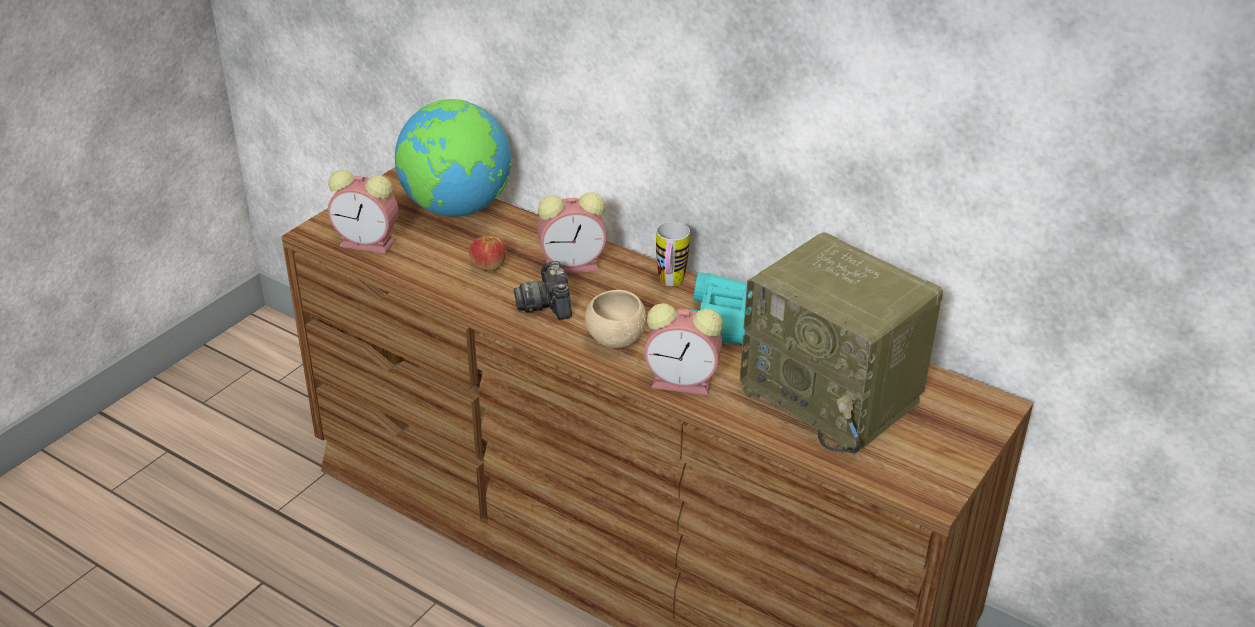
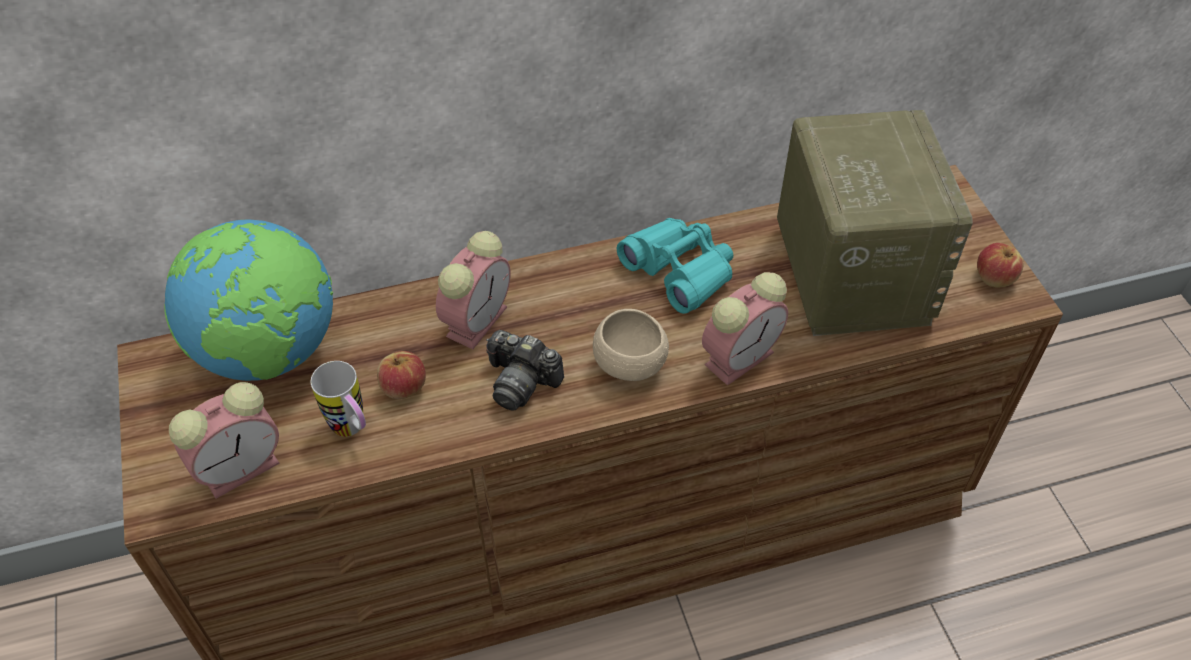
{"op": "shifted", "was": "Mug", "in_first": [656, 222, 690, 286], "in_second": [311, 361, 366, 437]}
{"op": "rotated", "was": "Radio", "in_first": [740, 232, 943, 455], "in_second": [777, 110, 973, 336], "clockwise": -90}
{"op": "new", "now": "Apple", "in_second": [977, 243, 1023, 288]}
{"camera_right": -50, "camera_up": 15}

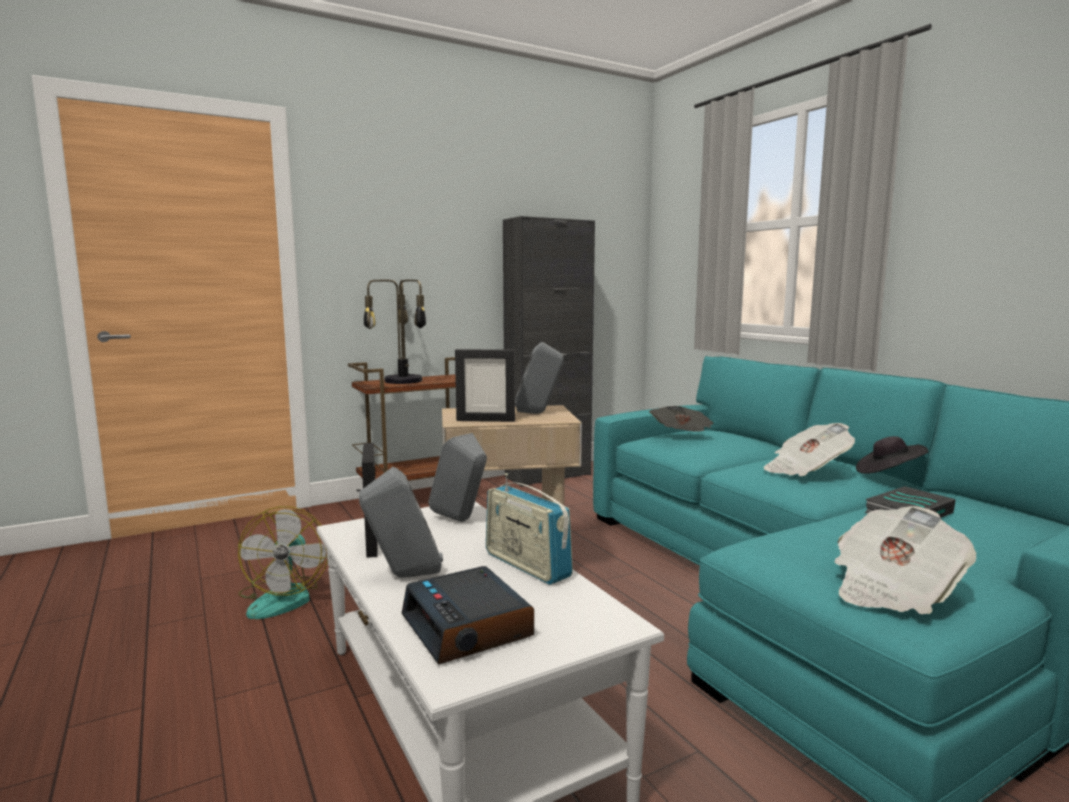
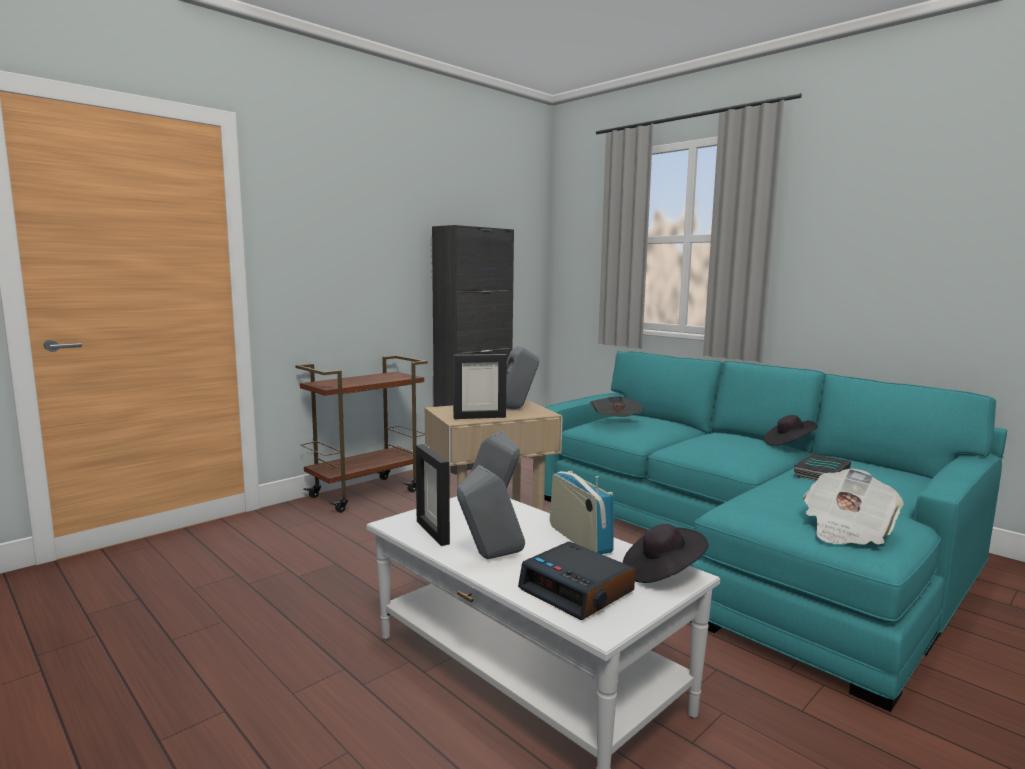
{"op": "gone", "was": "TableLamp", "in_first": [364, 280, 426, 384]}
{"op": "gone", "was": "Newspaper", "in_first": [764, 423, 855, 476]}
{"op": "rotated", "was": "Radio", "in_first": [486, 473, 573, 585], "in_second": [550, 471, 614, 554], "clockwise": -150}
{"op": "gone", "was": "Fan", "in_first": [238, 506, 328, 619]}
{"op": "new", "now": "BlackHat", "in_second": [623, 524, 708, 583]}
{"camera_right": -15, "camera_up": 0}

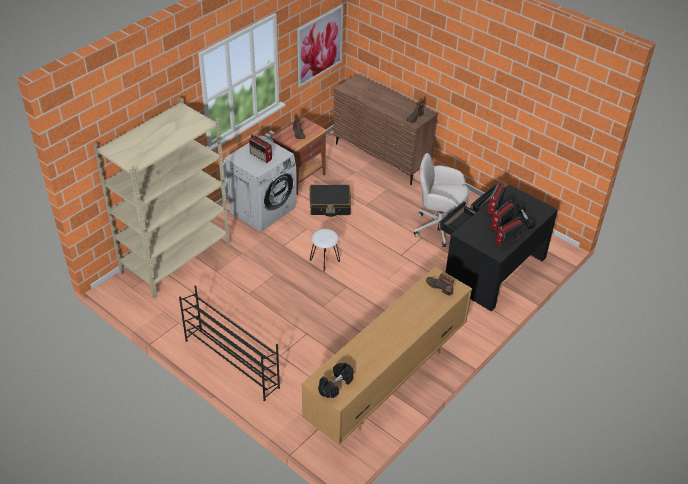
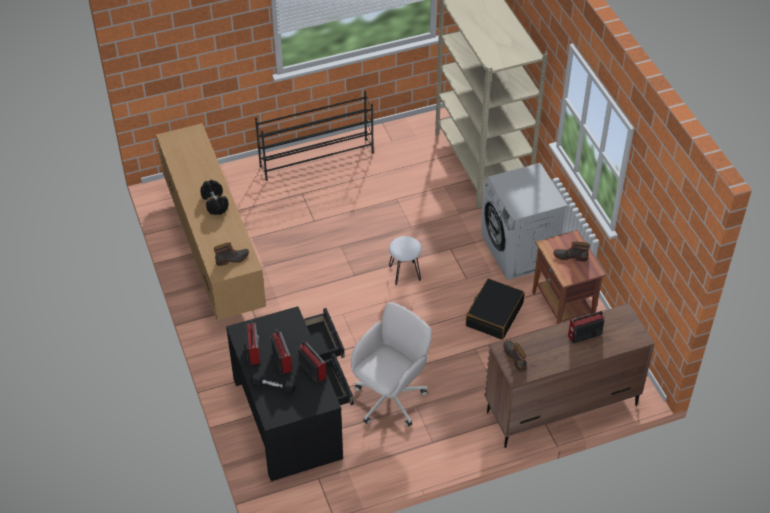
{"op": "gone", "was": "Picture", "in_first": [297, 5, 343, 87]}
{"op": "shifted", "was": "Radio", "in_first": [249, 135, 272, 163], "in_second": [568, 311, 605, 344]}
{"op": "shifted", "was": "BlackDumbbell", "in_first": [318, 363, 354, 398], "in_second": [200, 180, 229, 215]}
{"camera_right": 120, "camera_up": 5}

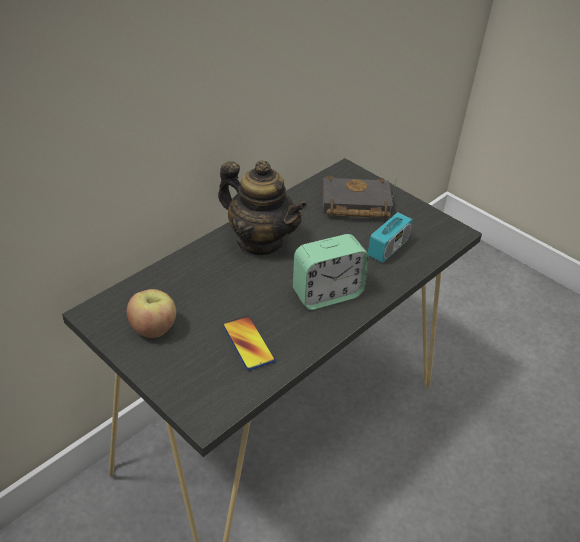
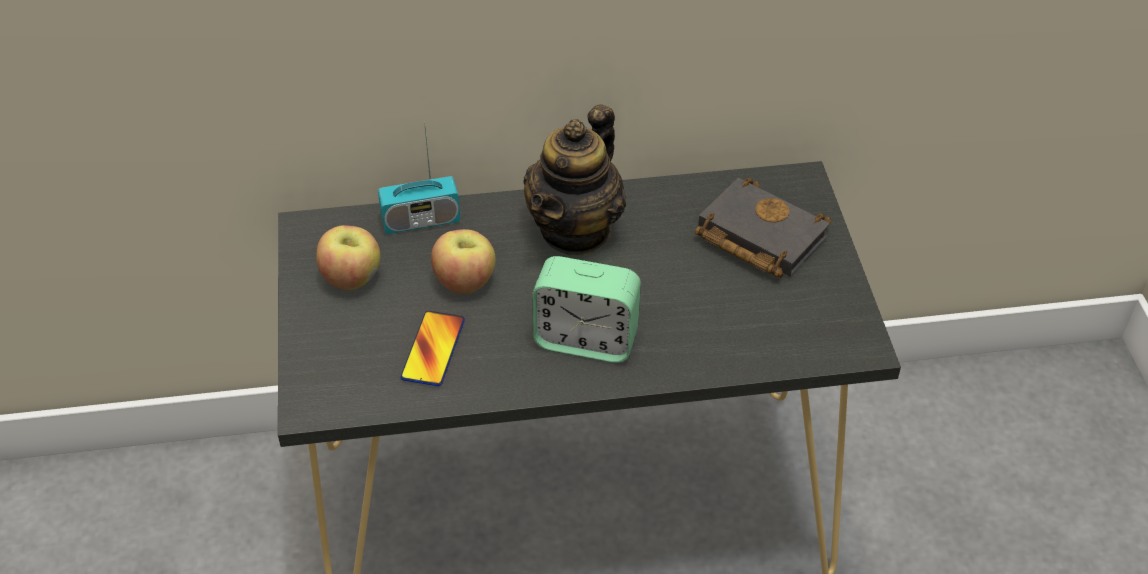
{"op": "rotated", "was": "Teapot", "in_first": [218, 160, 308, 255], "in_second": [523, 104, 626, 255], "clockwise": 45}
{"op": "shifted", "was": "Radio", "in_first": [368, 177, 413, 263], "in_second": [378, 122, 460, 234]}
{"op": "new", "now": "Apple", "in_second": [431, 229, 496, 294]}
{"camera_right": 40, "camera_up": 5}

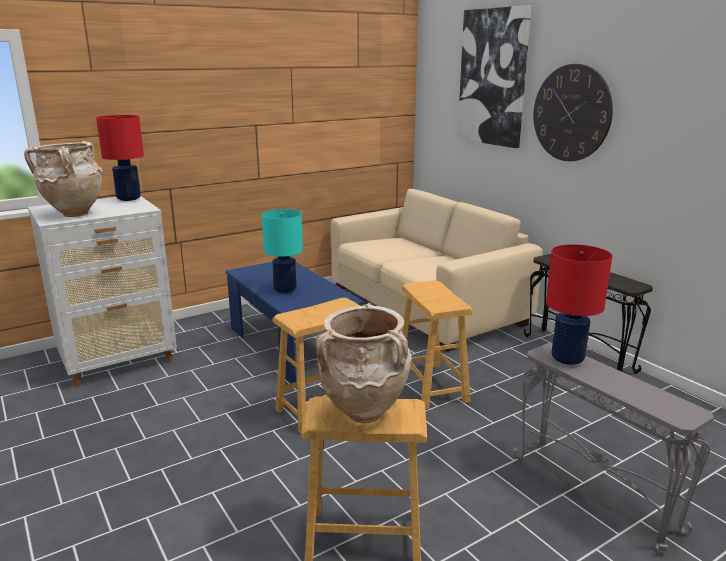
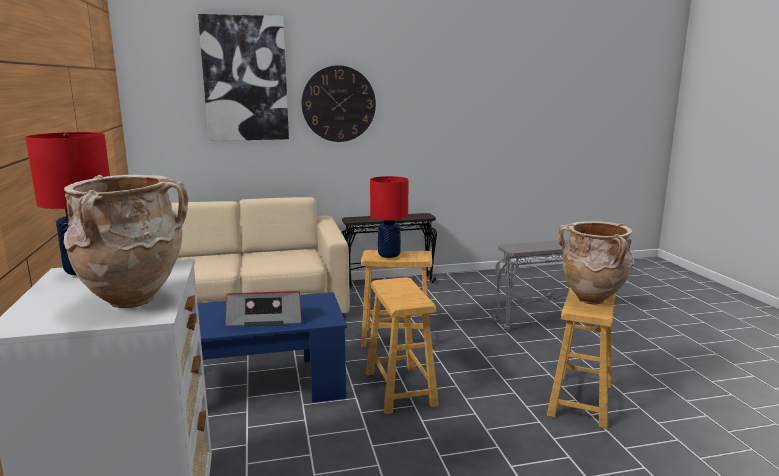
{"op": "swapped", "was": "TurquoiseTableLamp", "now": "Radio", "in_first": [262, 209, 303, 293], "in_second": [225, 291, 302, 327]}
{"op": "shifted", "was": "RedTableLamp", "in_first": [546, 244, 612, 365], "in_second": [370, 176, 408, 258]}
{"camera_right": -70, "camera_up": -5}

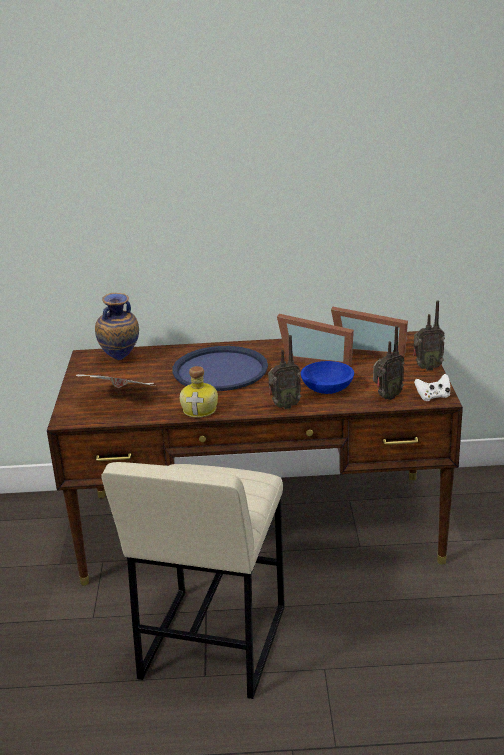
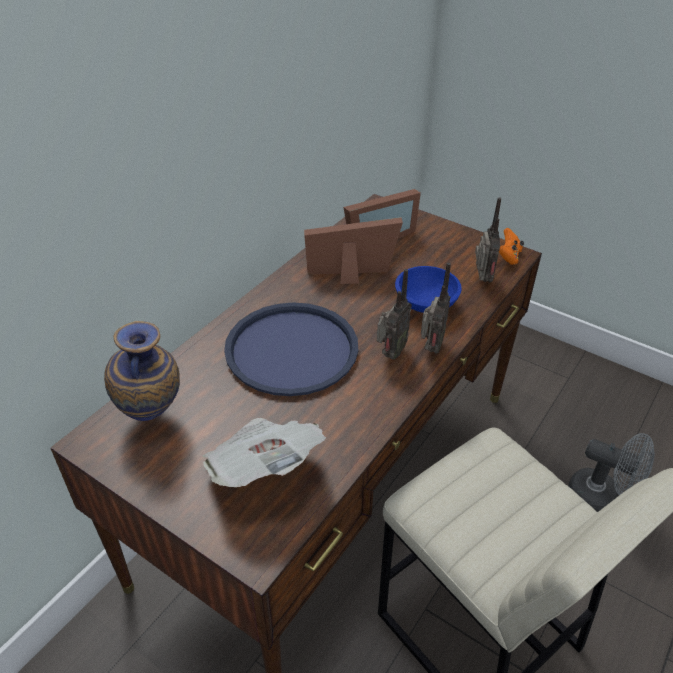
{"op": "shifted", "was": "Radio", "in_first": [413, 301, 445, 371], "in_second": [377, 269, 412, 360]}
{"op": "rotated", "was": "PictureFrame", "in_first": [277, 314, 354, 366], "in_second": [304, 217, 403, 284], "clockwise": -150}
{"op": "gone", "was": "Bottle", "in_first": [179, 366, 218, 418]}
{"op": "repainted", "was": "WhiteGameController", "now": "OrangeGameController", "in_first": [414, 373, 450, 401], "in_second": [499, 228, 524, 265]}
{"op": "new", "now": "GreyFan", "in_second": [568, 433, 655, 512]}
{"camera_right": -55, "camera_up": 15}

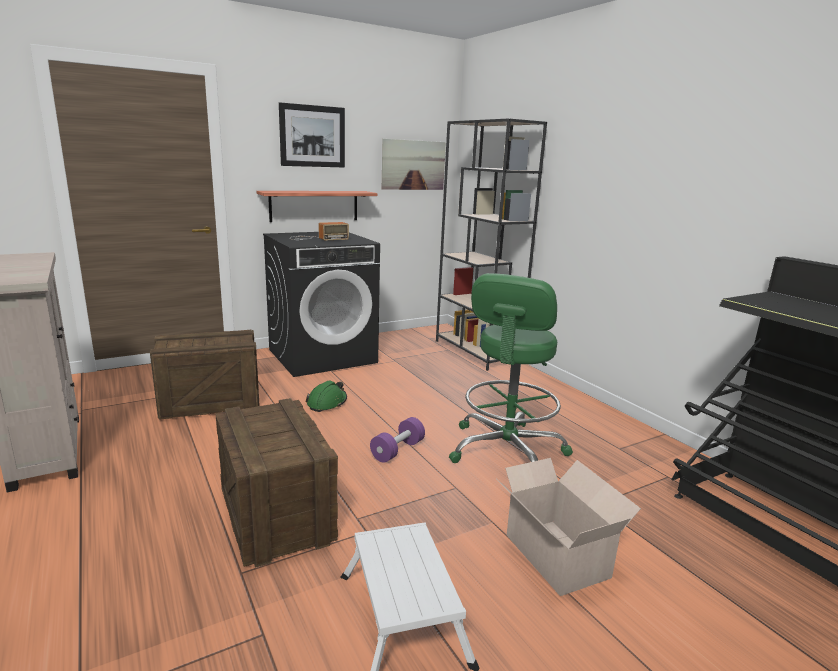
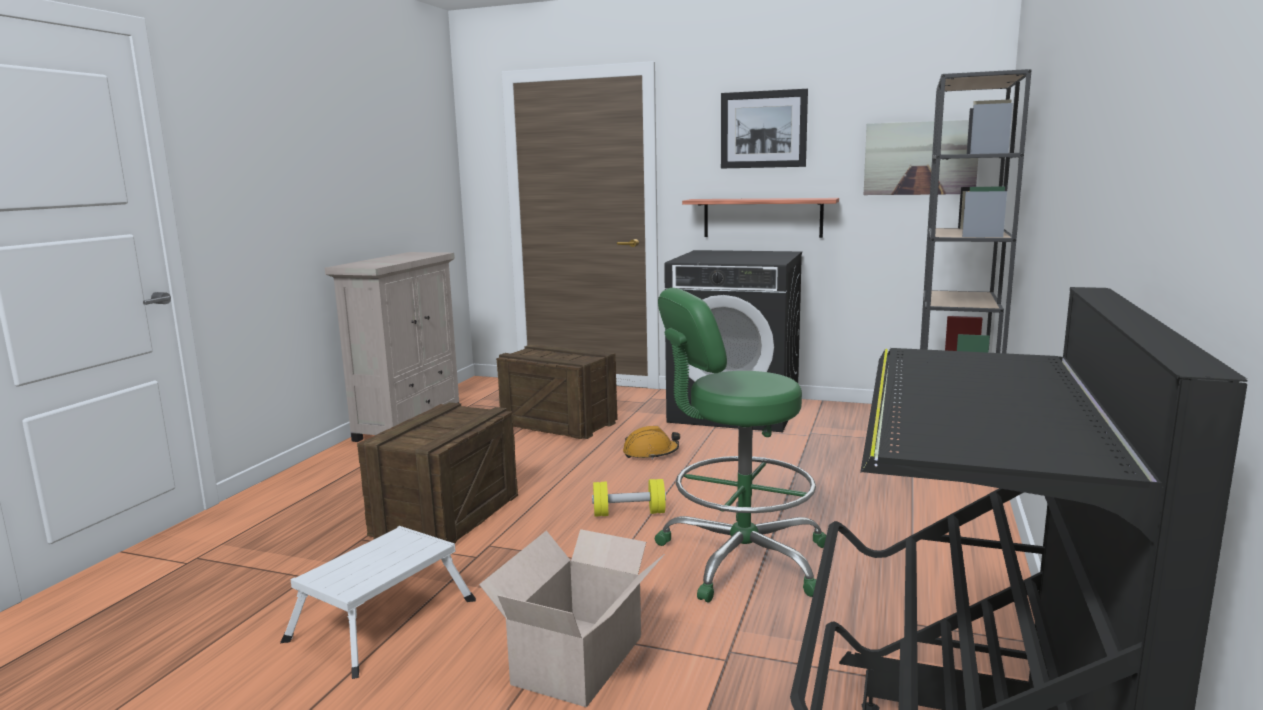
{"op": "gone", "was": "Radio", "in_first": [290, 222, 349, 241]}
{"op": "repainted", "was": "GreenHardHat", "now": "OrangeHardHat", "in_first": [306, 380, 347, 412], "in_second": [623, 426, 680, 460]}
{"op": "repainted", "was": "PurpleDumbbell", "now": "YellowDumbbell", "in_first": [370, 417, 425, 463], "in_second": [592, 479, 666, 516]}
{"camera_right": 50, "camera_up": -5}

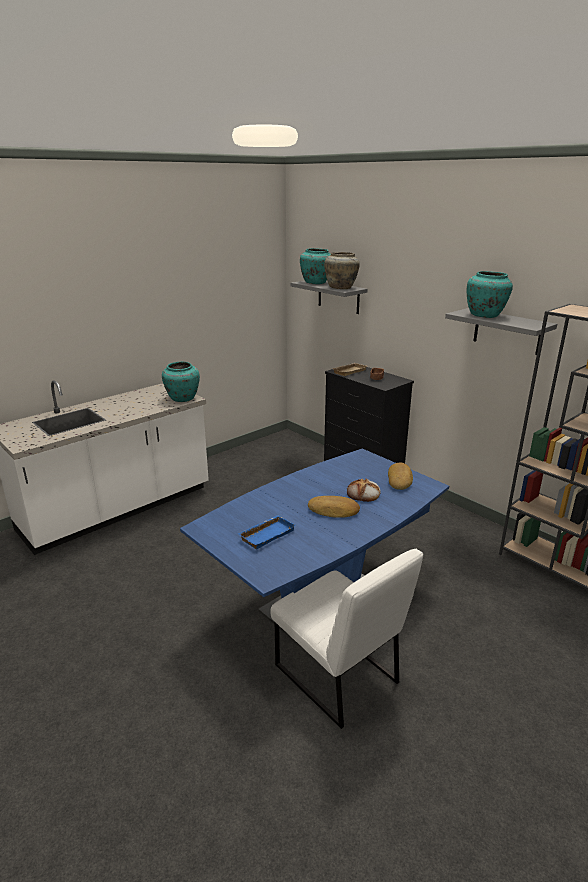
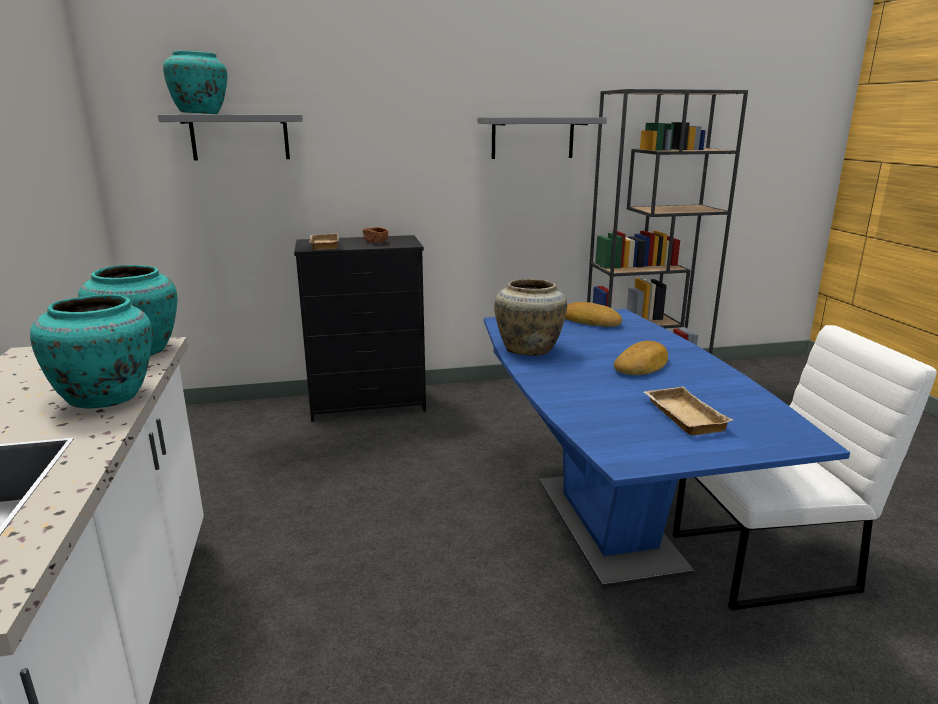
{"op": "shifted", "was": "BeigeVase", "in_first": [324, 252, 360, 289], "in_second": [494, 279, 567, 356]}
{"op": "shifted", "was": "TurquoiseVase", "in_first": [467, 271, 513, 318], "in_second": [30, 295, 152, 409]}
{"op": "gone", "was": "Bread", "in_first": [347, 478, 381, 502]}
{"op": "repainted", "was": "BlueTray", "now": "BeigeTray", "in_first": [238, 515, 295, 549], "in_second": [644, 387, 733, 435]}
{"camera_right": -60, "camera_up": -5}

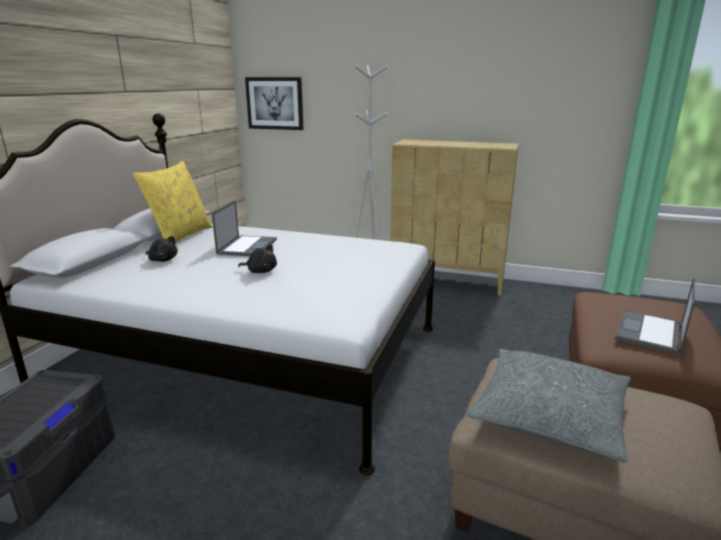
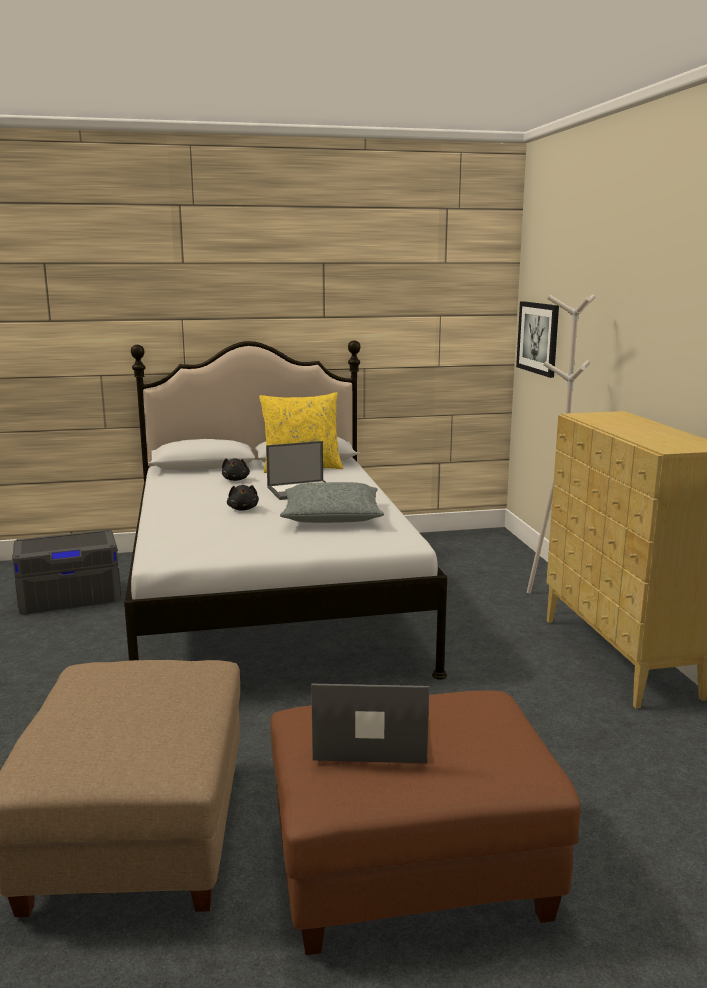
{"op": "shifted", "was": "GreyPillow", "in_first": [467, 349, 631, 463], "in_second": [280, 482, 384, 523]}
{"camera_right": 60, "camera_up": -5}

